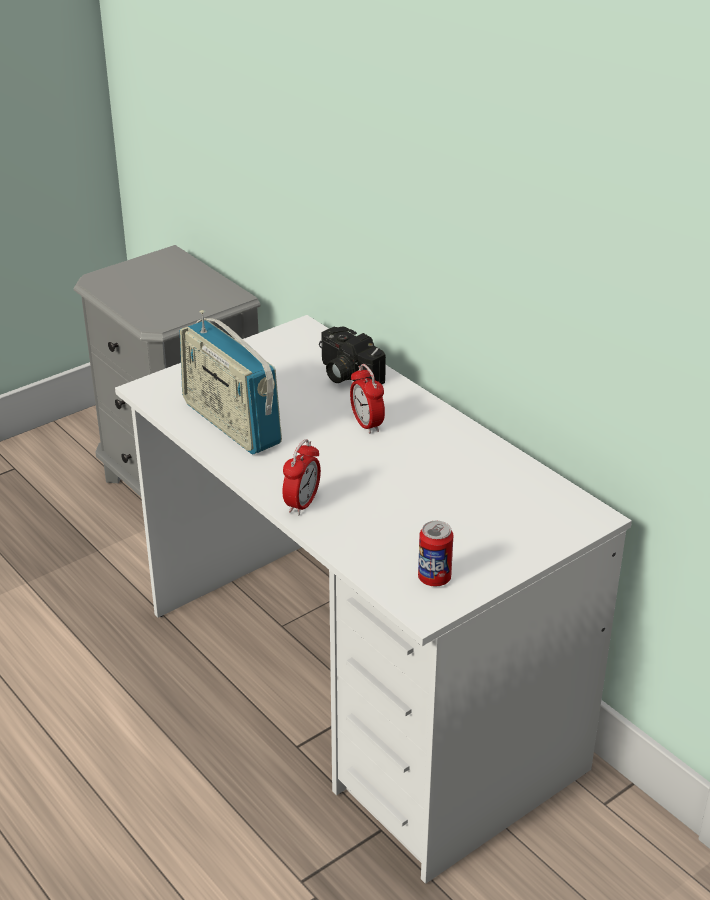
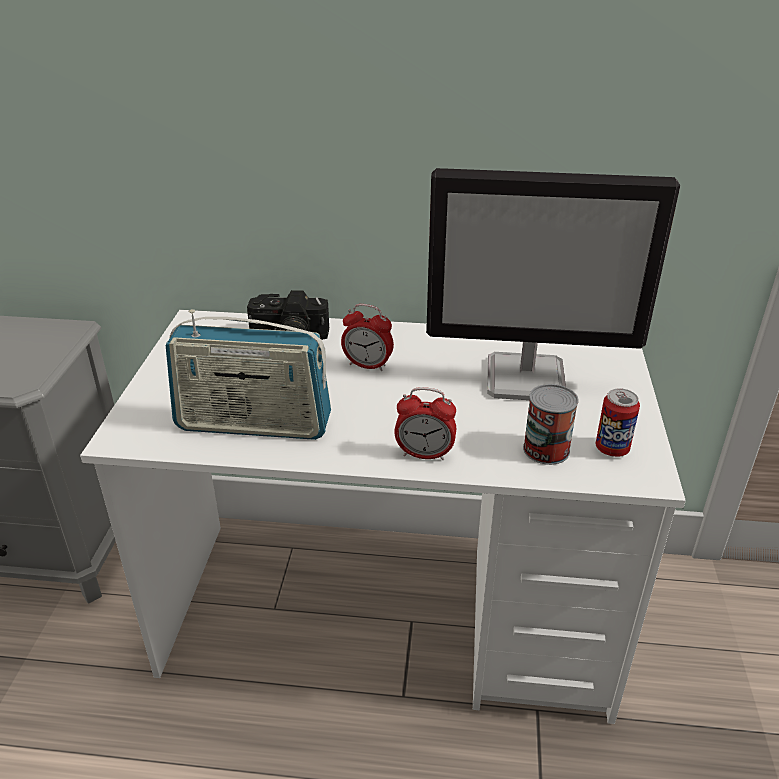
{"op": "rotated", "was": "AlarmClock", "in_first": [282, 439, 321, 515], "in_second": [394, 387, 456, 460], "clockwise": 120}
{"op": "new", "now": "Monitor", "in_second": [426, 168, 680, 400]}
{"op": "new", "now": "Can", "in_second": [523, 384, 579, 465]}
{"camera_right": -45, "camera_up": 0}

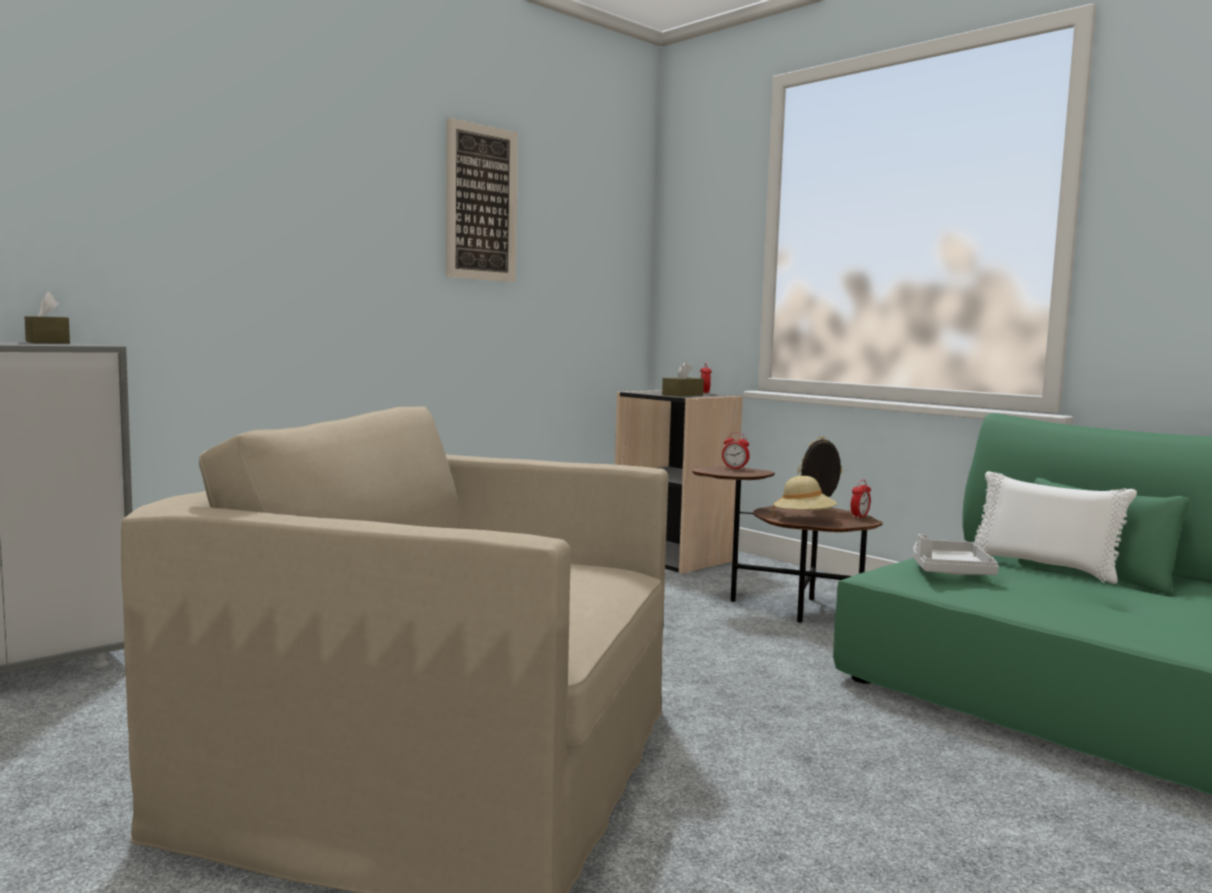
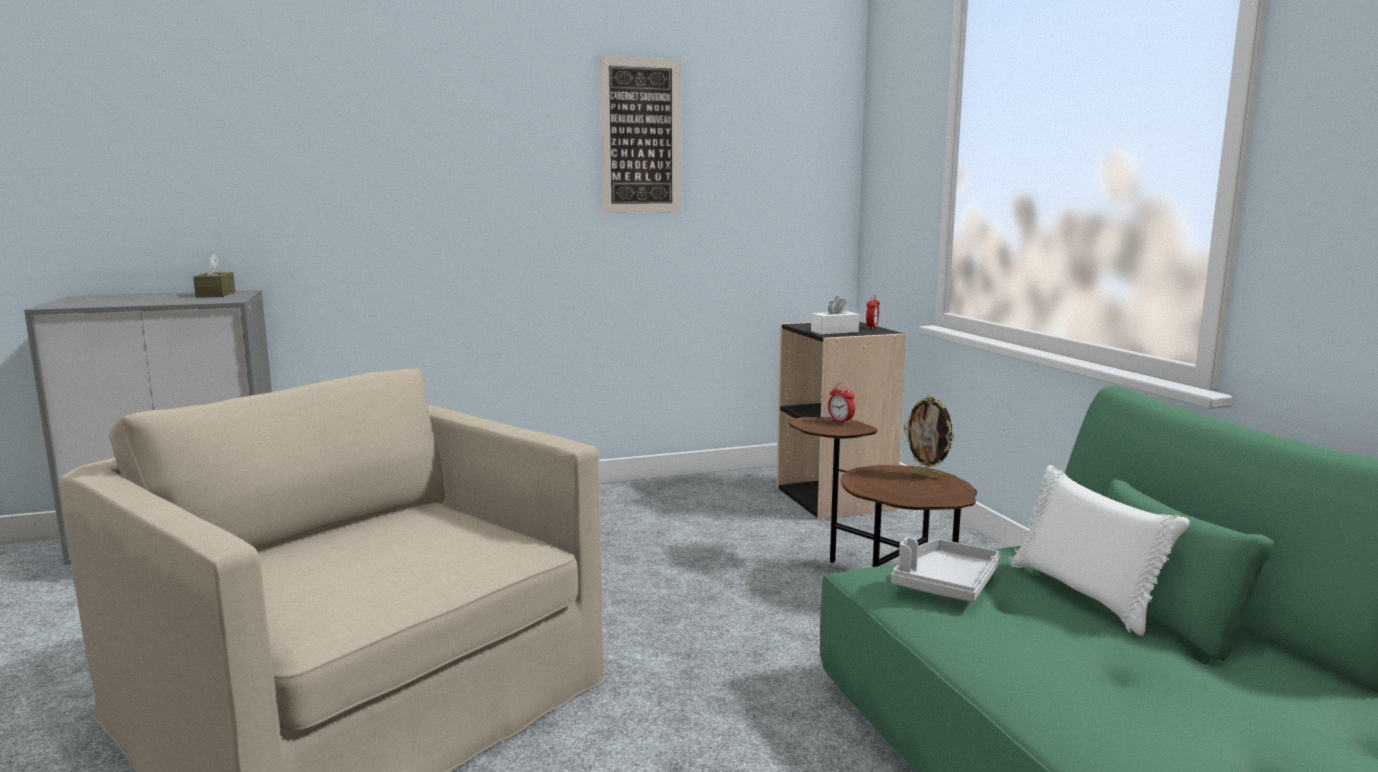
{"op": "repainted", "was": "BrownTissueBox", "now": "WhiteTissueBox", "in_first": [662, 361, 704, 397], "in_second": [811, 296, 859, 335]}
{"op": "rotated", "was": "PictureFrame", "in_first": [798, 437, 842, 510], "in_second": [904, 395, 955, 479], "clockwise": -150}
{"op": "gone", "was": "BeigeHat", "in_first": [773, 476, 837, 516]}
{"op": "gone", "was": "AlarmClock", "in_first": [851, 480, 871, 519]}
{"camera_right": 25, "camera_up": 5}

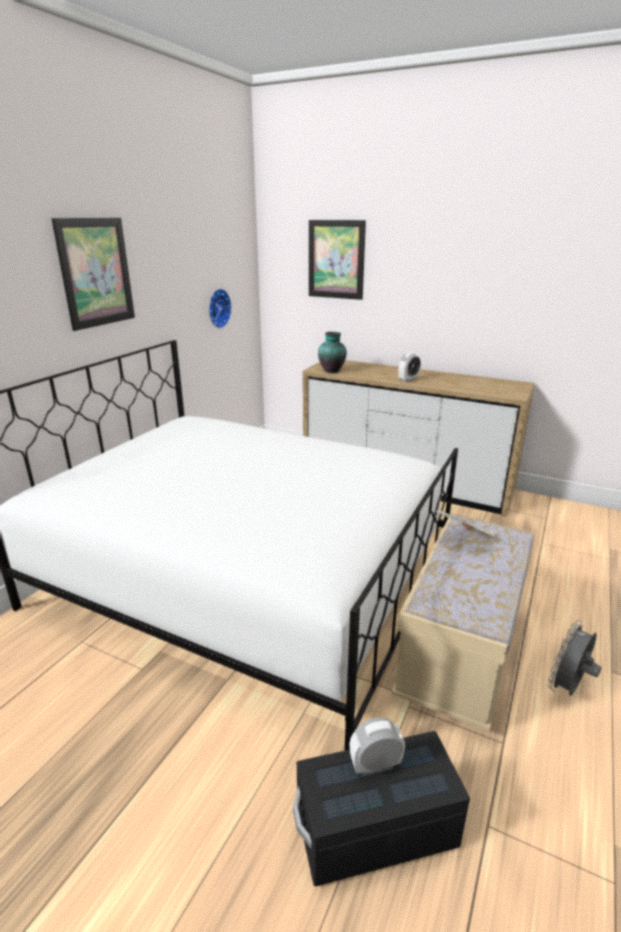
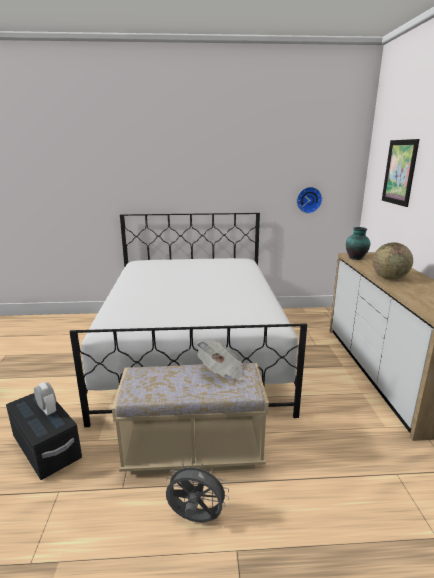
{"op": "gone", "was": "Picture", "in_first": [51, 218, 135, 331]}
{"op": "swapped", "was": "AlarmClock", "now": "Globe", "in_first": [399, 353, 421, 382], "in_second": [373, 242, 413, 280]}
{"camera_right": 60, "camera_up": -5}

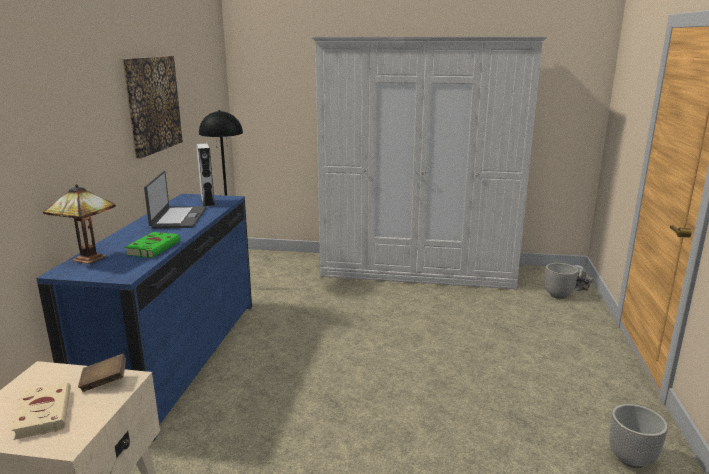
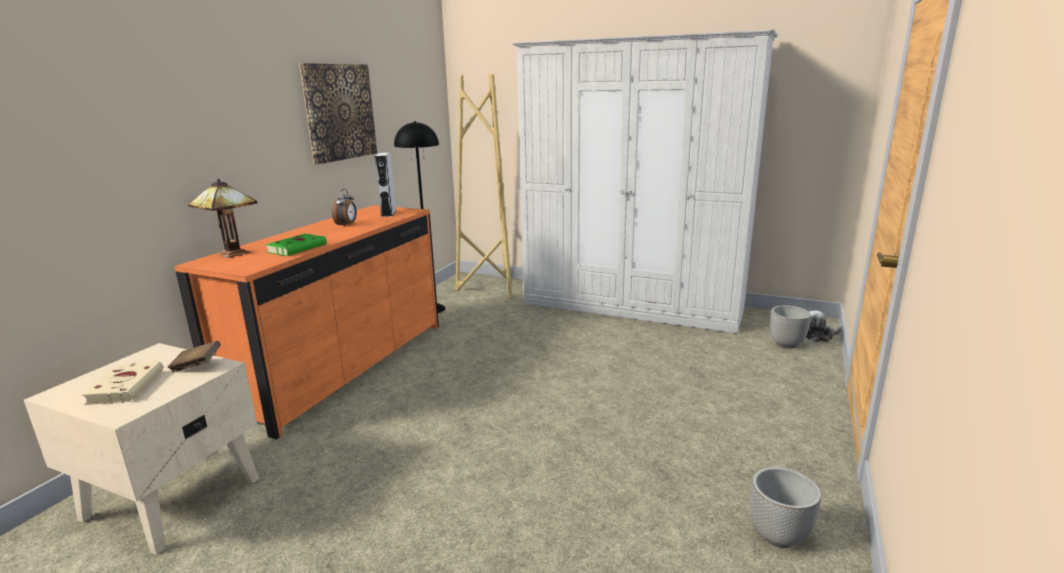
{"op": "swapped", "was": "Laptop", "now": "AlarmClock", "in_first": [144, 171, 206, 229], "in_second": [332, 189, 357, 227]}
{"op": "repainted", "was": "BlueDresser", "now": "OrangeDresser", "in_first": [36, 194, 252, 442], "in_second": [174, 205, 439, 440]}
{"op": "new", "now": "YellowClothesRack", "in_second": [456, 73, 512, 298]}
{"camera_right": 15, "camera_up": 0}

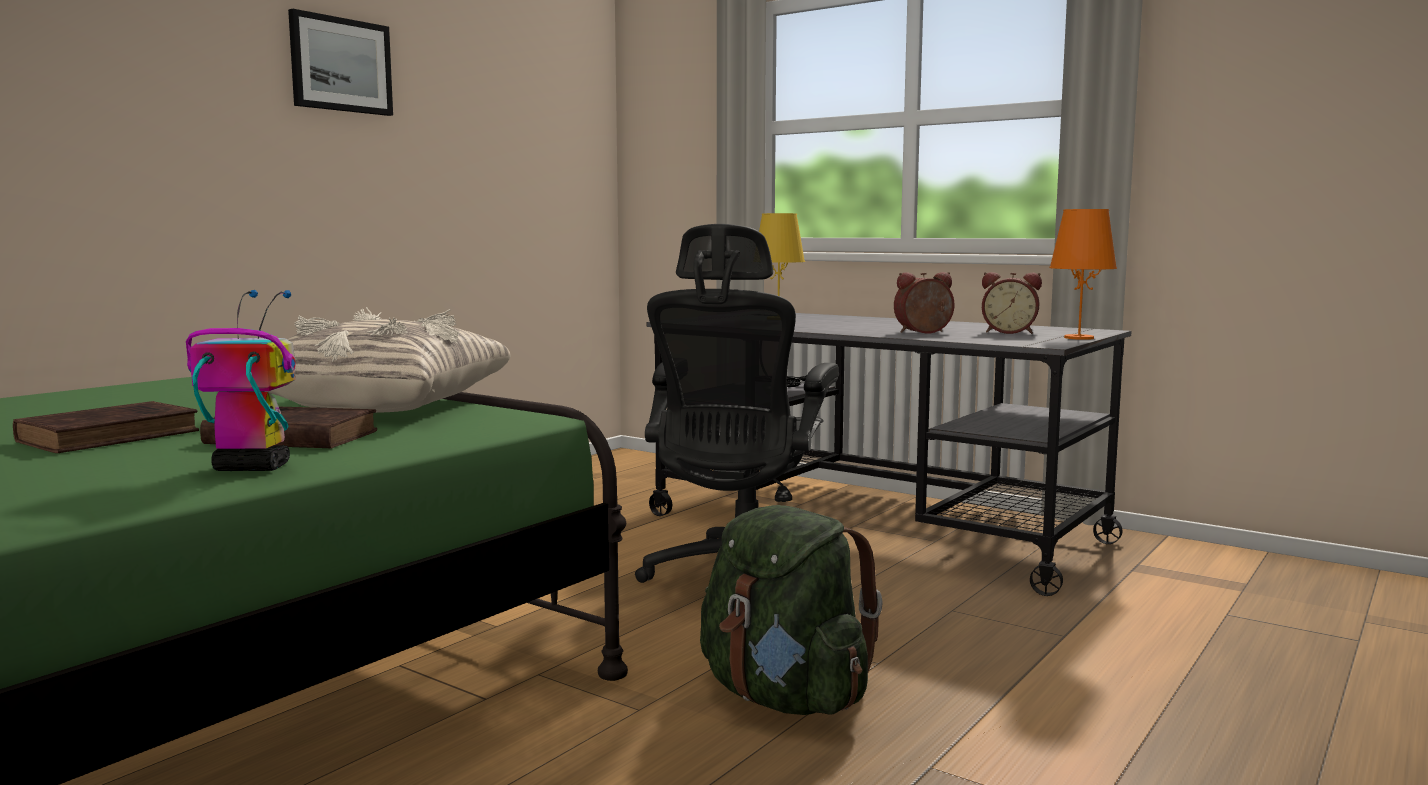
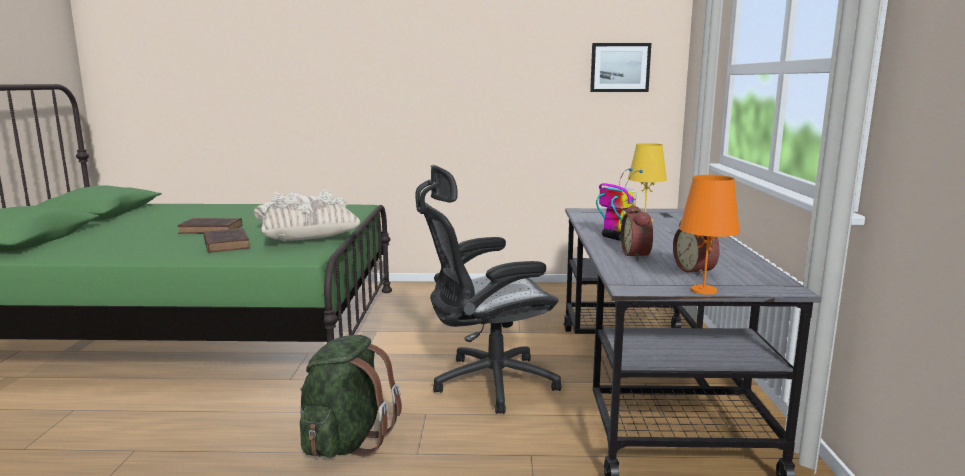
{"op": "shifted", "was": "Picture", "in_first": [288, 9, 393, 116], "in_second": [590, 43, 651, 92]}
{"op": "rotated", "was": "AlarmClock", "in_first": [894, 272, 955, 334], "in_second": [621, 205, 653, 260], "clockwise": -135}
{"op": "shifted", "was": "ToyRobot", "in_first": [186, 290, 296, 471], "in_second": [596, 168, 643, 241]}
{"camera_right": 55, "camera_up": 5}

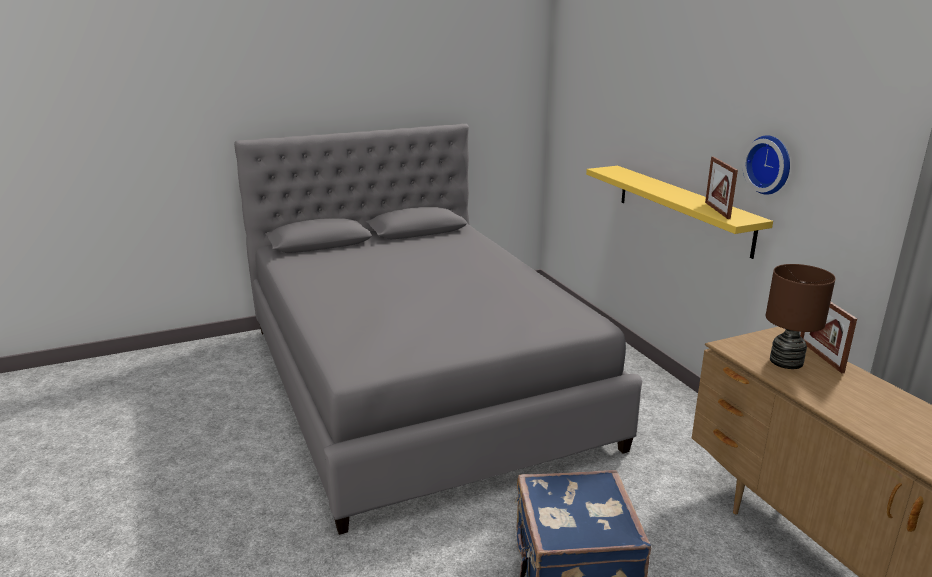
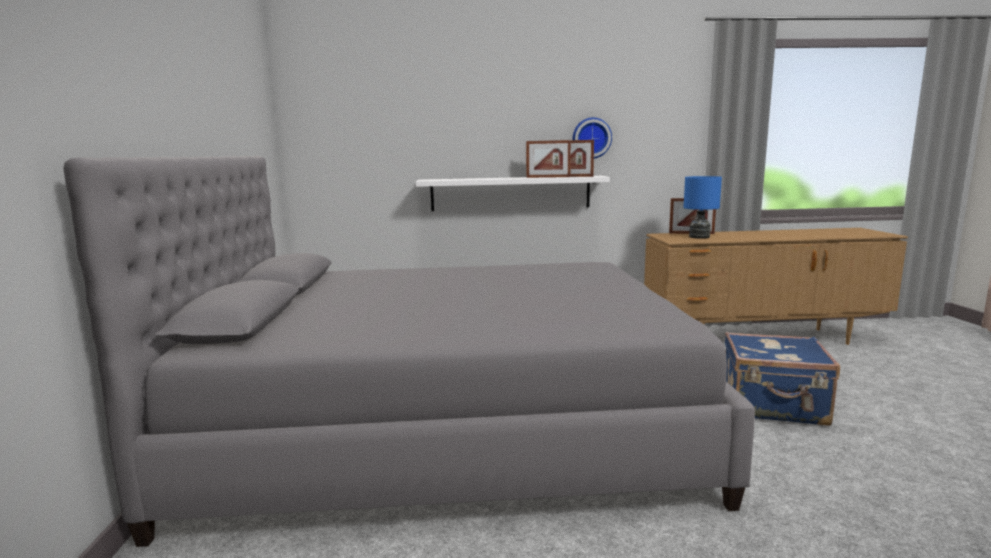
{"op": "repainted", "was": "YellowShelf", "now": "WhiteShelf", "in_first": [586, 166, 773, 259], "in_second": [416, 176, 610, 211]}
{"op": "repainted", "was": "BrownTableLamp", "now": "BlueTableLamp", "in_first": [766, 264, 836, 369], "in_second": [683, 176, 722, 239]}
{"op": "new", "now": "PictureFrame", "in_second": [526, 140, 571, 178]}
{"camera_right": -70, "camera_up": -10}

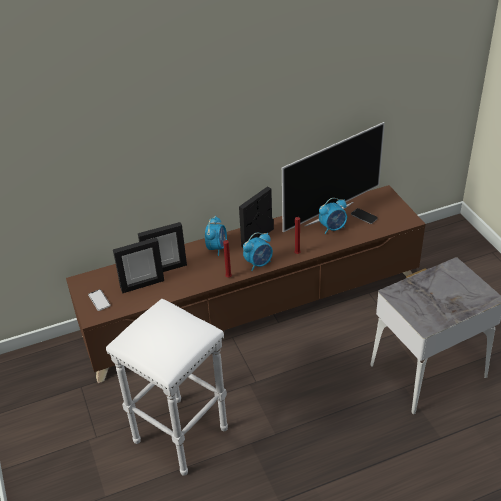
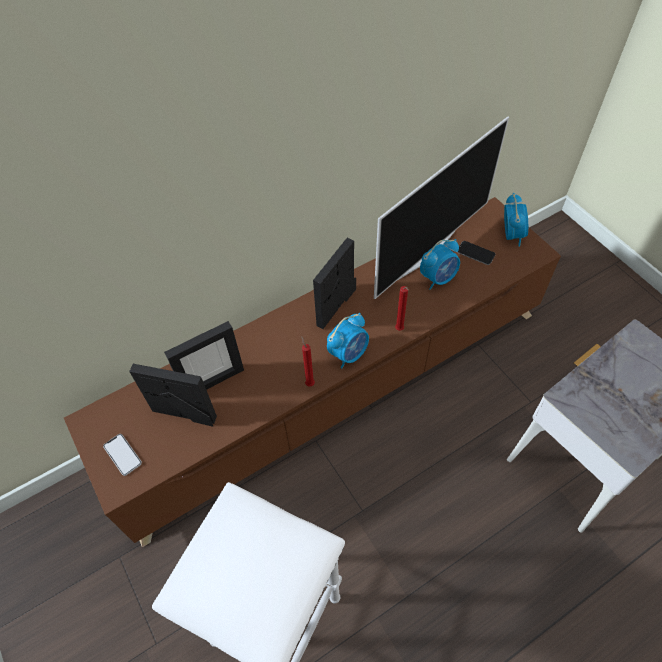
{"op": "shifted", "was": "AlarmClock", "in_first": [205, 216, 227, 256], "in_second": [504, 193, 528, 246]}
{"op": "rotated", "was": "PictureFrame", "in_first": [113, 237, 164, 293], "in_second": [129, 364, 217, 427], "clockwise": -135}
{"camera_right": -10, "camera_up": 15}

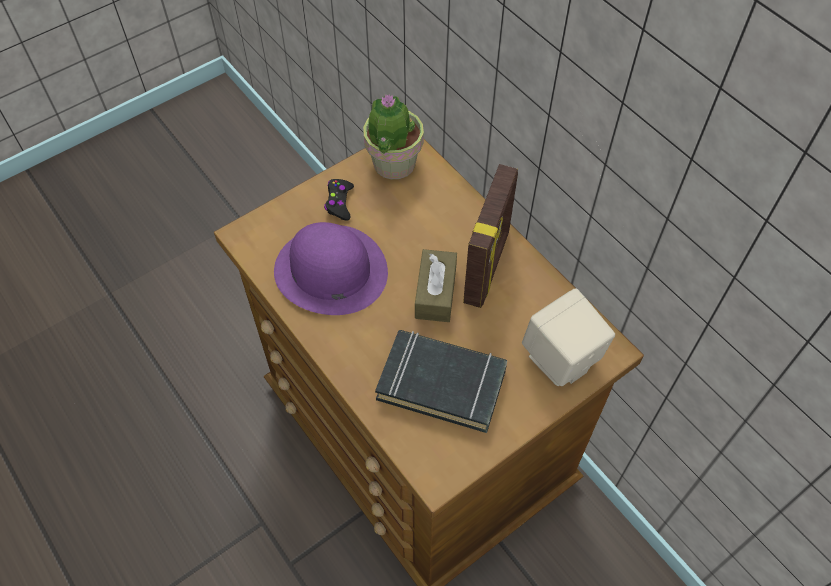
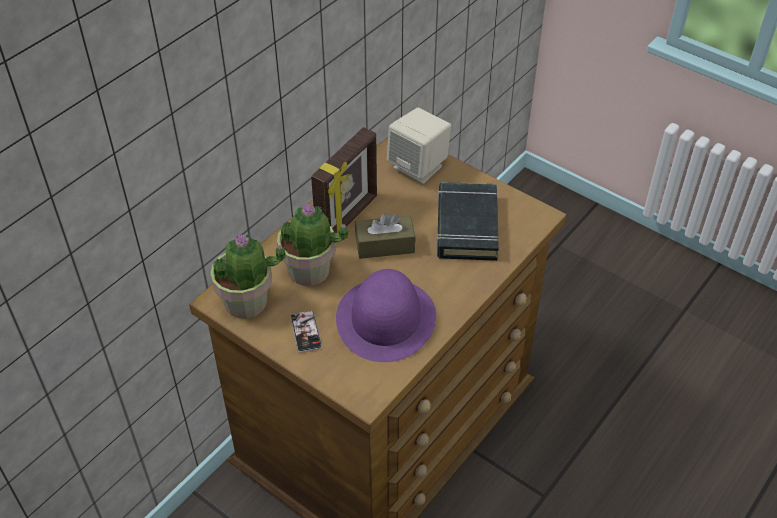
{"op": "rotated", "was": "PictureFrame", "in_first": [463, 164, 518, 308], "in_second": [311, 127, 377, 233], "clockwise": 120}
{"op": "swapped", "was": "BlackGameController", "now": "Phone", "in_first": [324, 179, 354, 221], "in_second": [291, 311, 322, 353]}
{"op": "new", "now": "PottedPlant", "in_second": [277, 204, 349, 286]}
{"camera_right": -105, "camera_up": -10}

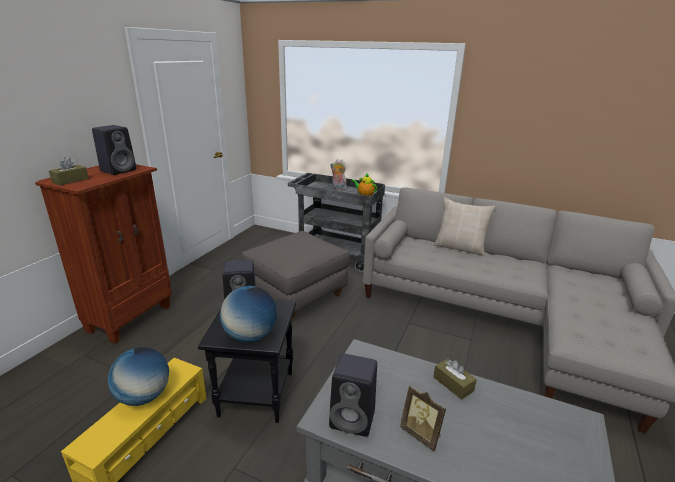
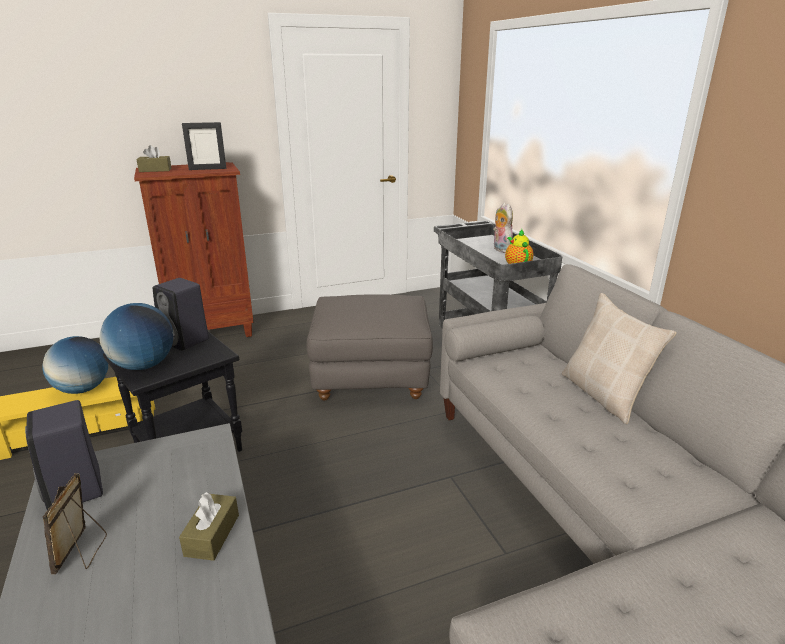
{"op": "swapped", "was": "BlackSpeaker", "now": "PictureFrame", "in_first": [92, 125, 136, 175], "in_second": [182, 122, 226, 170]}
{"camera_right": 45, "camera_up": 0}

